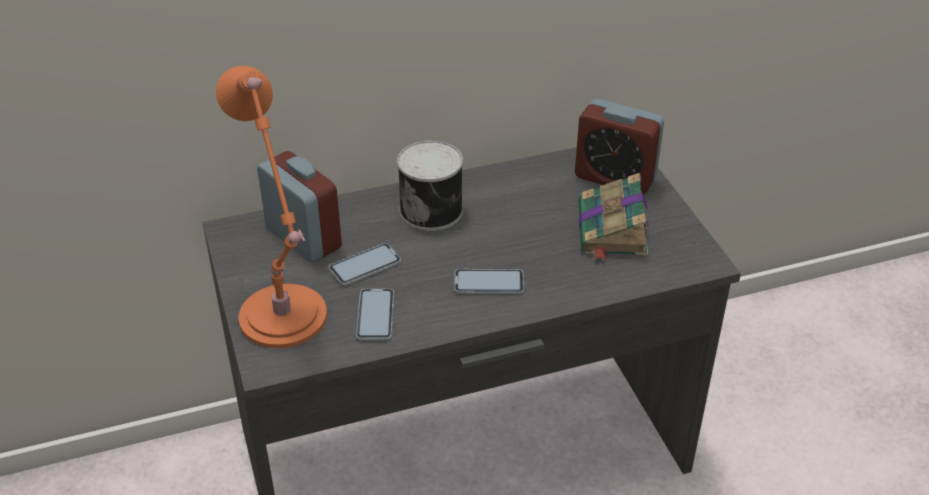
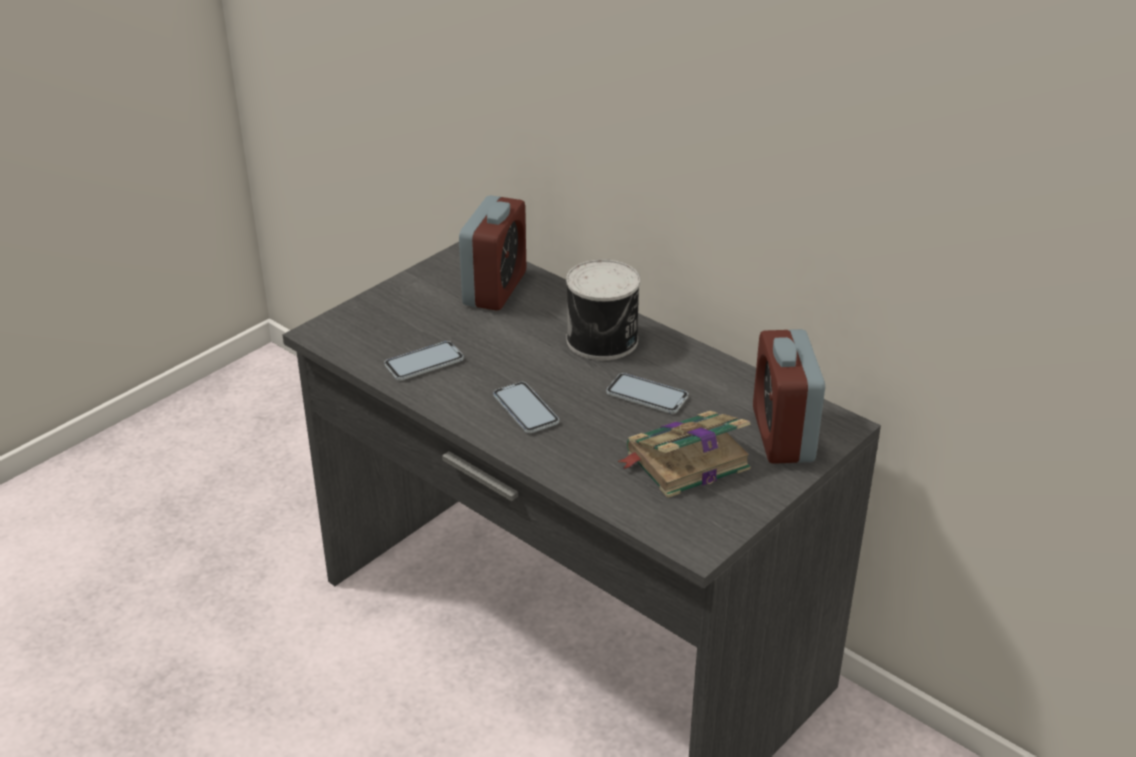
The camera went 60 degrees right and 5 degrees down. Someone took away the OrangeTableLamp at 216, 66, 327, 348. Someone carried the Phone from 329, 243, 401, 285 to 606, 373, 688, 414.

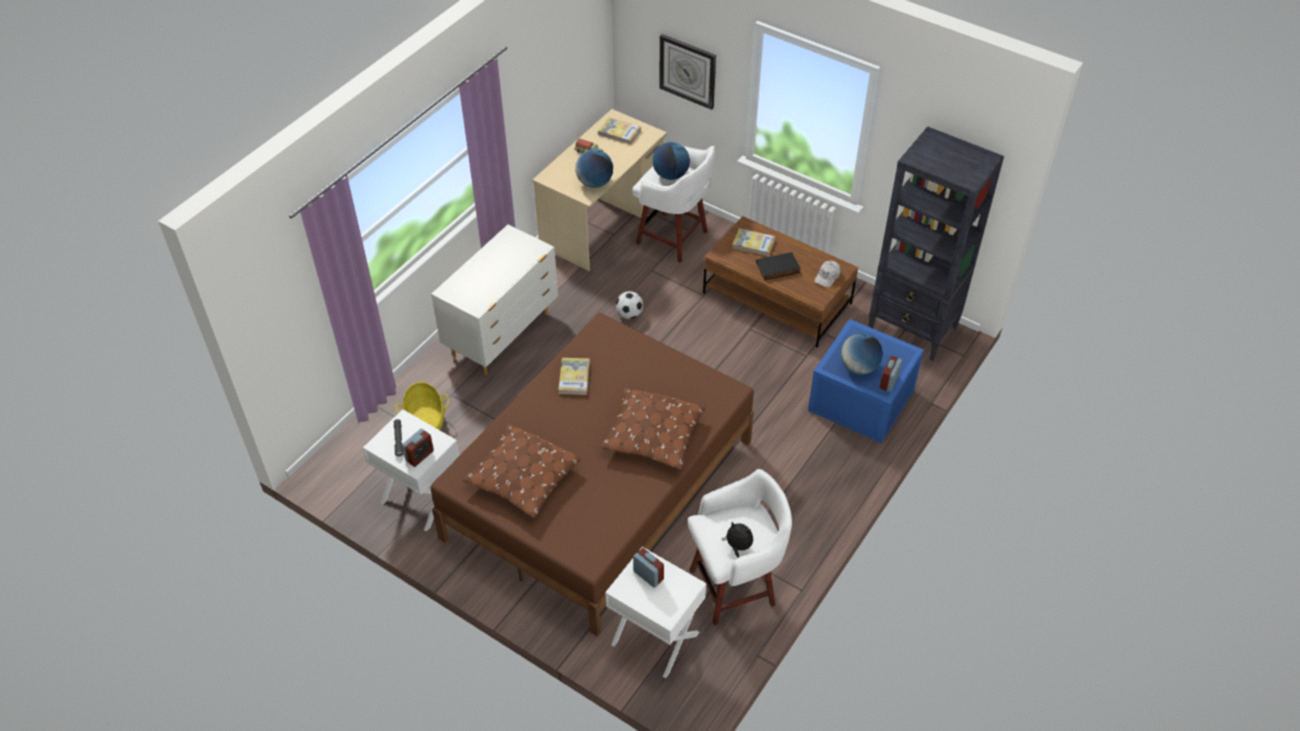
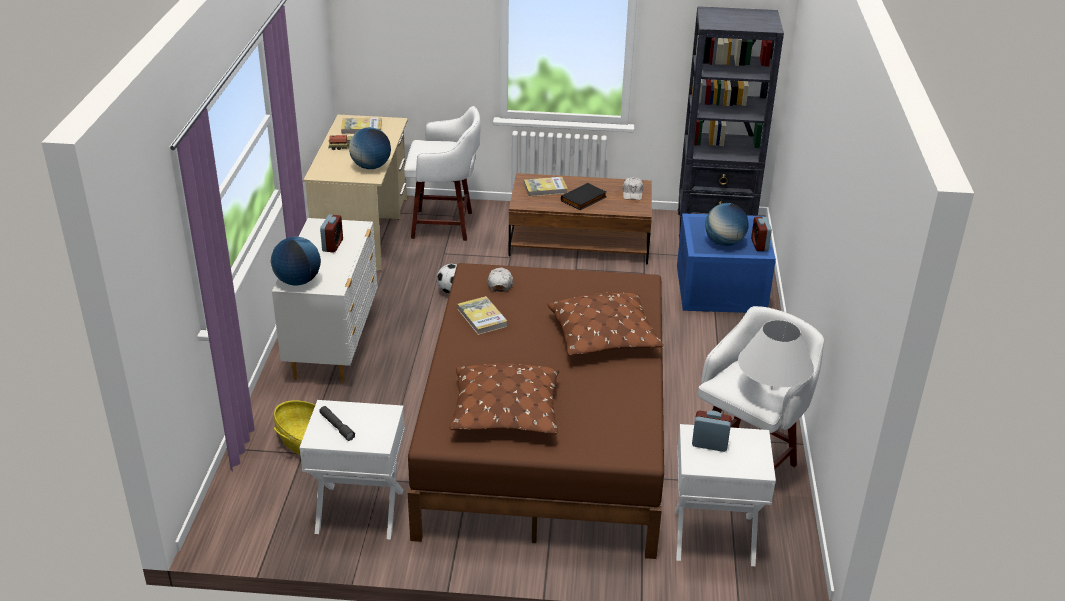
The camera went 30 degrees left and 15 degrees down. Someone took away the WallClock at 659, 34, 716, 110. Someone carried the Globe from 652, 142, 690, 180 to 271, 237, 321, 285. Someone carried the AlarmClock from 402, 429, 434, 467 to 320, 214, 343, 253. Someone swapped the PlushToy at 722, 522, 753, 558 for the WhiteTableLamp at 738, 320, 814, 390. Someone put down the WhiteCap at 488, 268, 513, 292.

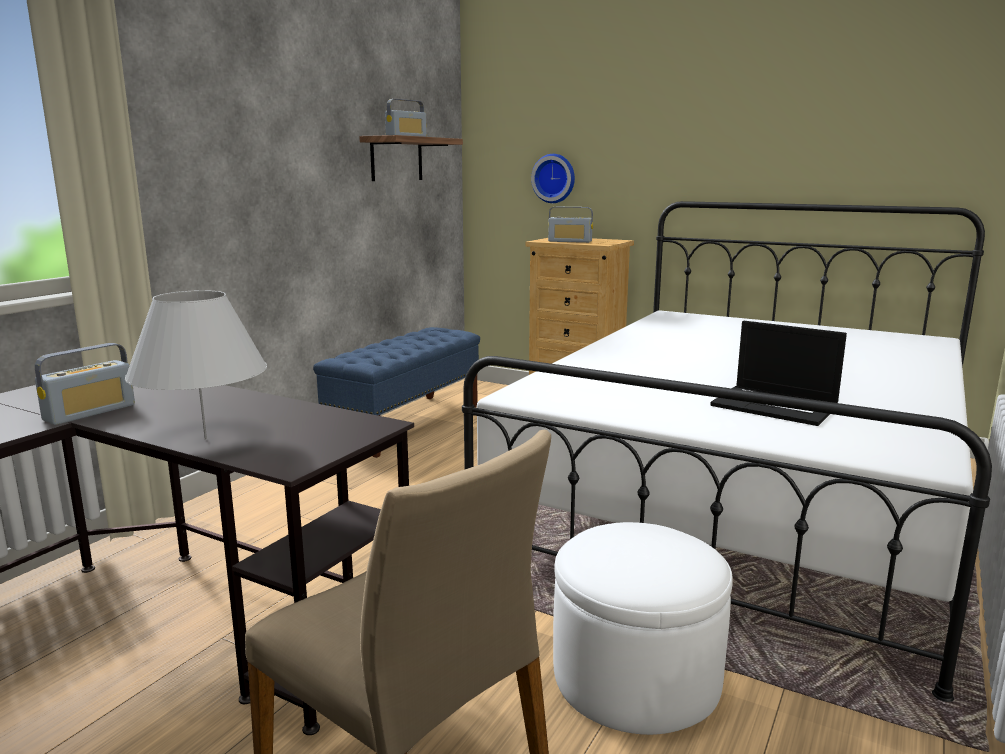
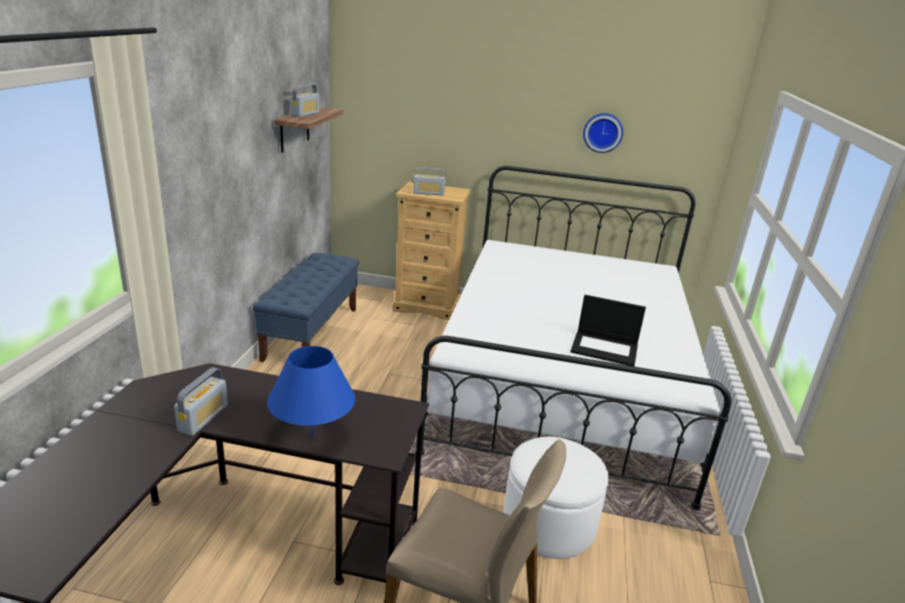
The camera went 20 degrees left and 10 degrees up. Someone carried the WallClock from 531, 154, 575, 203 to 583, 113, 623, 153. Someone repainted the WhiteTableLamp at 125, 290, 267, 440, which became the BlueTableLamp at 267, 346, 355, 438.

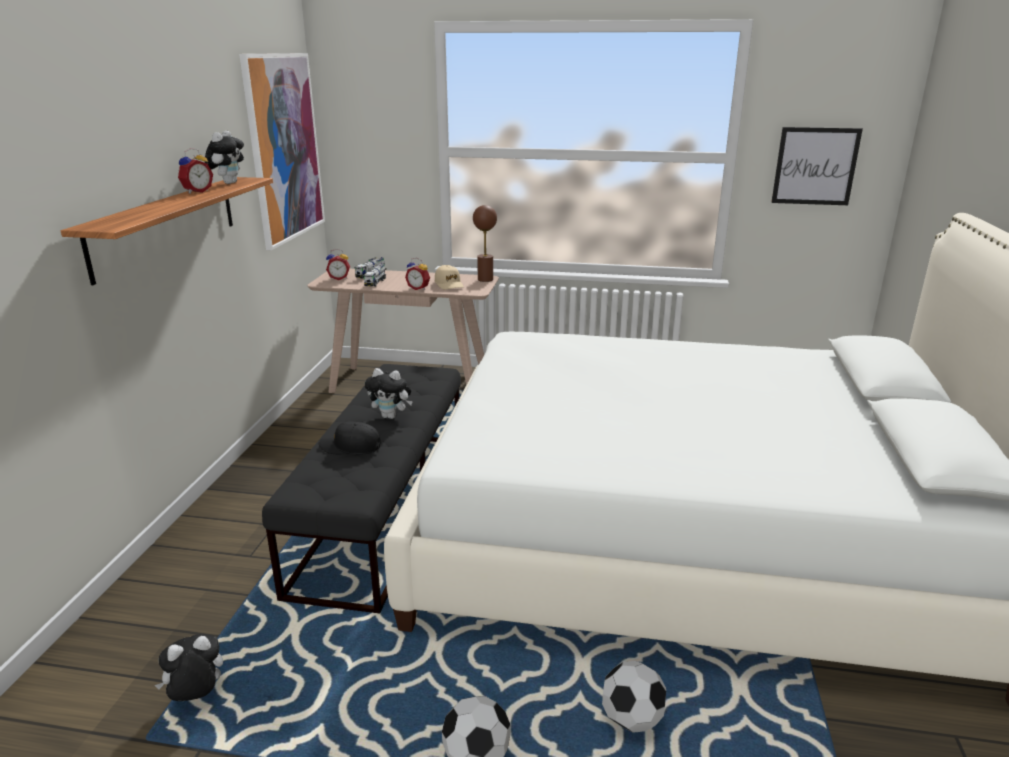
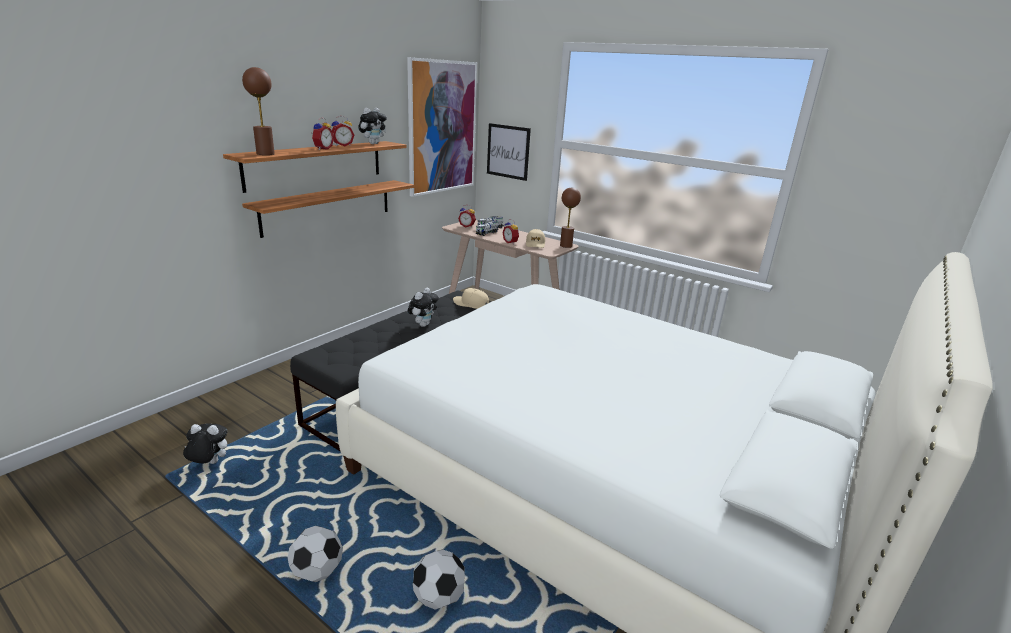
The camera went 25 degrees right and 0 degrees up. Someone carried the Picture from 771, 127, 863, 205 to 487, 123, 531, 181. Someone rotated the PlushToy at 365, 368, 413, 419 by 105 degrees counterclockwise. Someone took away the BlackCap at 319, 421, 381, 454. Someone put down the BrownTableLamp at 242, 67, 275, 155. Someone put down the AlarmClock at 312, 117, 334, 150. Someone put up the Shelf at 242, 180, 414, 238. Someone put down the BeigeCap at 453, 288, 489, 309.

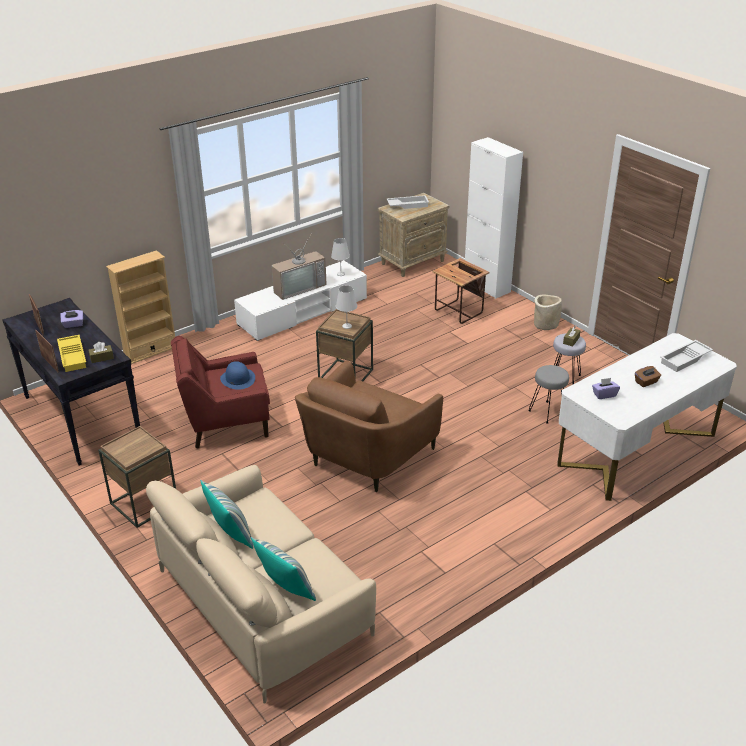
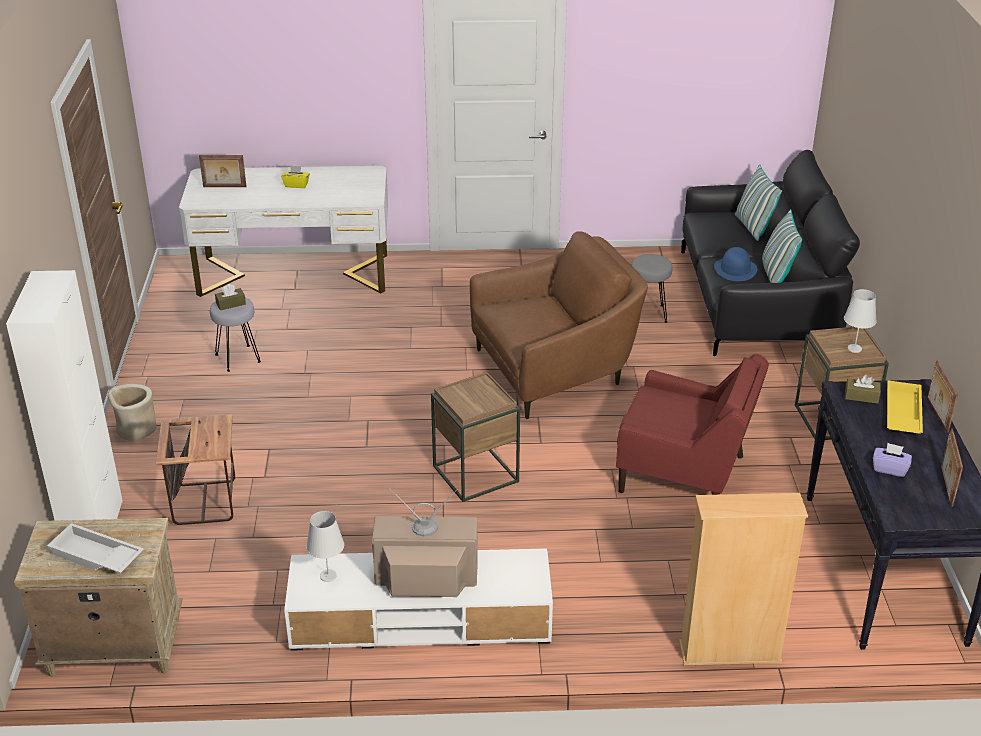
The camera went 145 degrees left and 0 degrees up. Someone carried the WhiteTableLamp from 336, 285, 357, 329 to 844, 289, 877, 353. Someone swapped the WhiteTray at 661, 340, 713, 372 for the PictureFrame at 199, 155, 247, 187. Someone carried the BlueHat from 220, 361, 255, 390 to 714, 247, 757, 281. Someone carried the GreyStool from 528, 365, 569, 424 to 631, 254, 672, 323. Someone repainted the BrownTissueBox at 635, 366, 661, 387, which became the YellowTissueBox at 281, 165, 310, 188. Someone took away the PurpleTissueBox at 592, 378, 620, 399. Someone repainted the BeigeSofa at 146, 465, 376, 704, which became the BlackSofa at 681, 150, 860, 356.

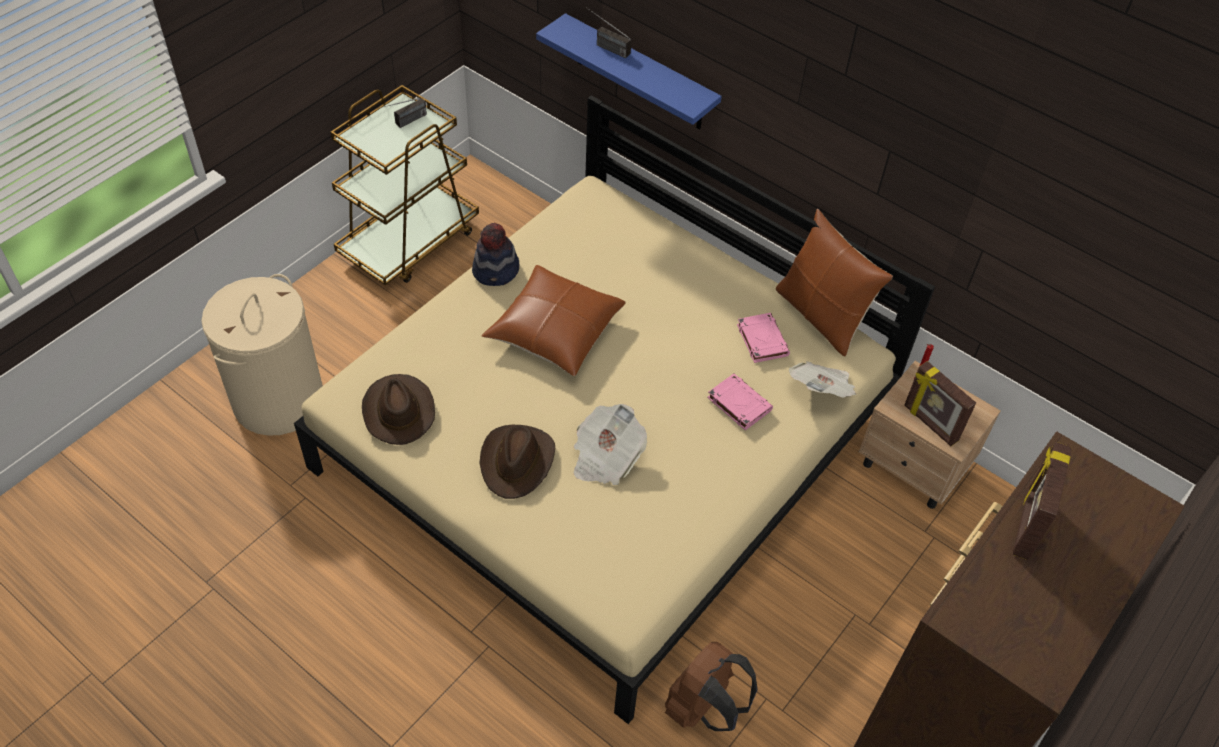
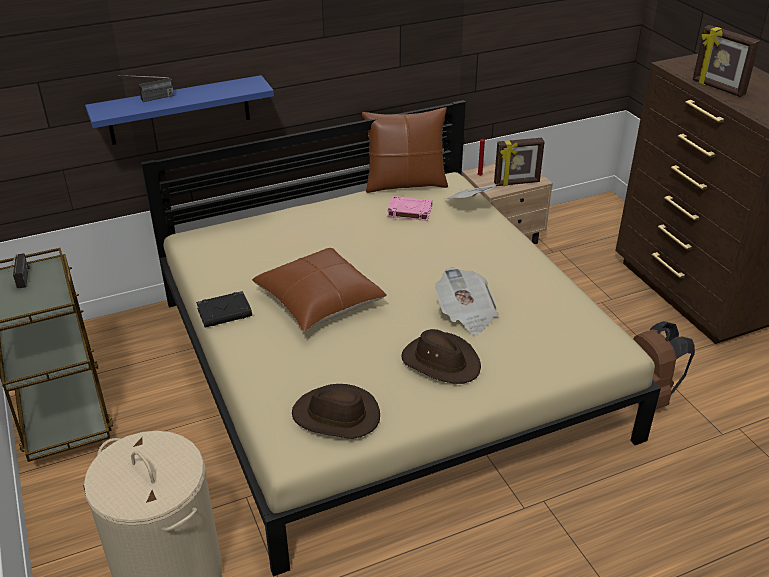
The camera went 60 degrees left and 15 degrees down. Someone swapped the Hat at 472, 223, 519, 286 for the BlackBook at 196, 291, 252, 327. Someone took away the PinkBook at 707, 374, 773, 430.

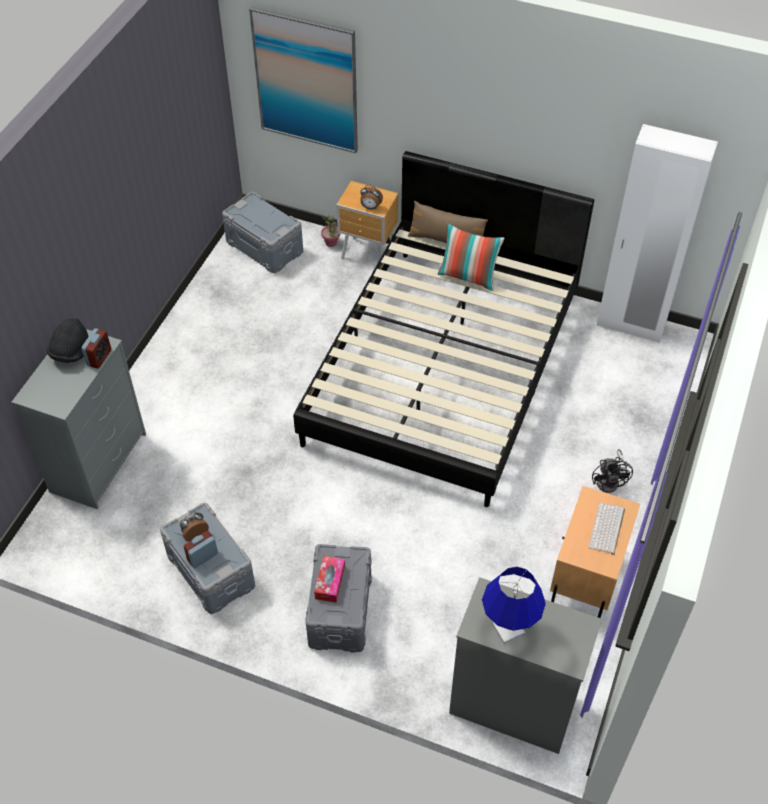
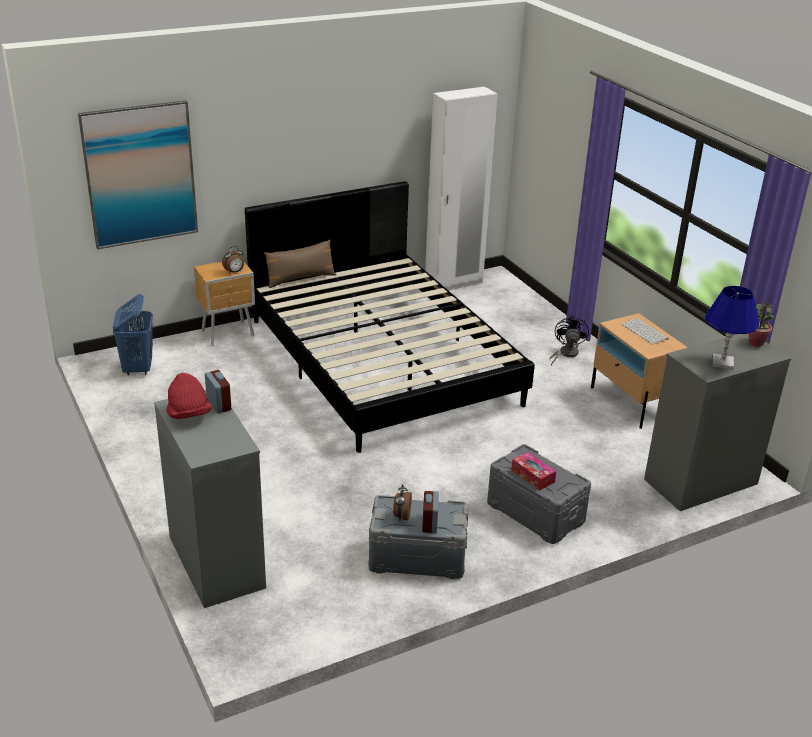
The camera went 50 degrees left and 20 degrees down. Someone swapped the GreyStorageBox at 222, 192, 303, 273 for the BlueLaundryBasket at 113, 294, 153, 375. Someone carried the PottedPlant from 321, 215, 340, 247 to 749, 301, 774, 346. Someone took away the Pillow at 438, 223, 505, 291. Someone repainted the BlackHat at 46, 318, 89, 363, which became the RedHat at 166, 373, 212, 419. Someone rotated the BlackFan at 592, 449, 633, 493 by 120 degrees counterclockwise.

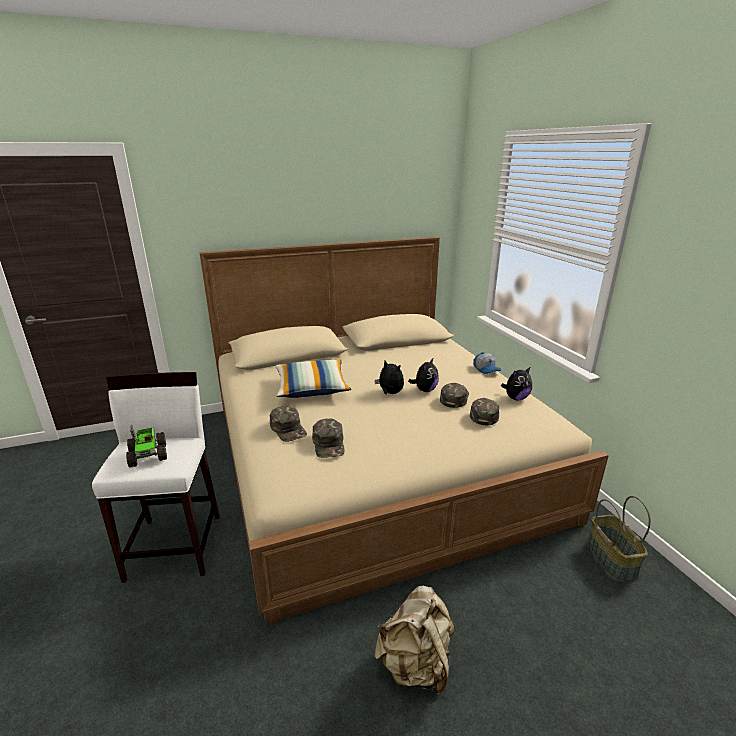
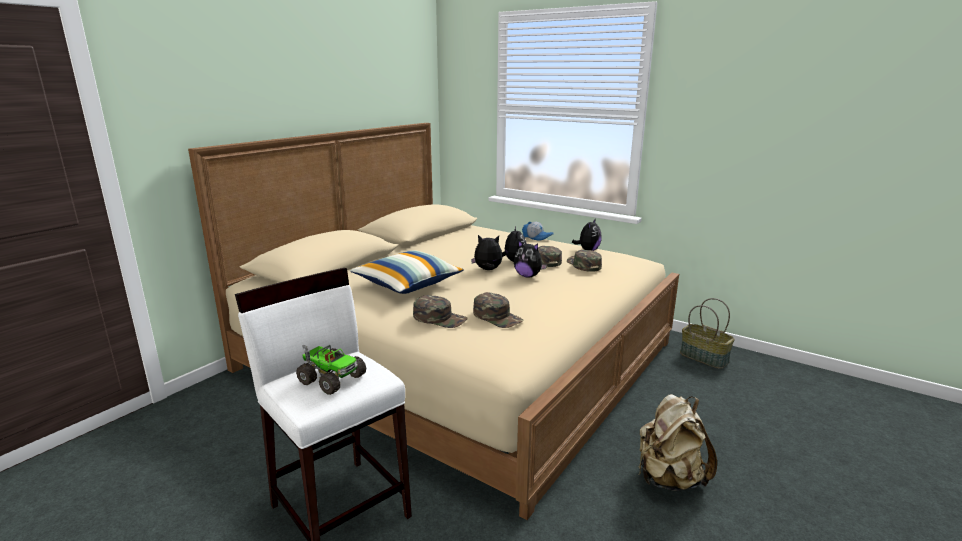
The camera went 35 degrees left and 5 degrees down. Someone put down the PlushToy at 514, 240, 547, 277.

